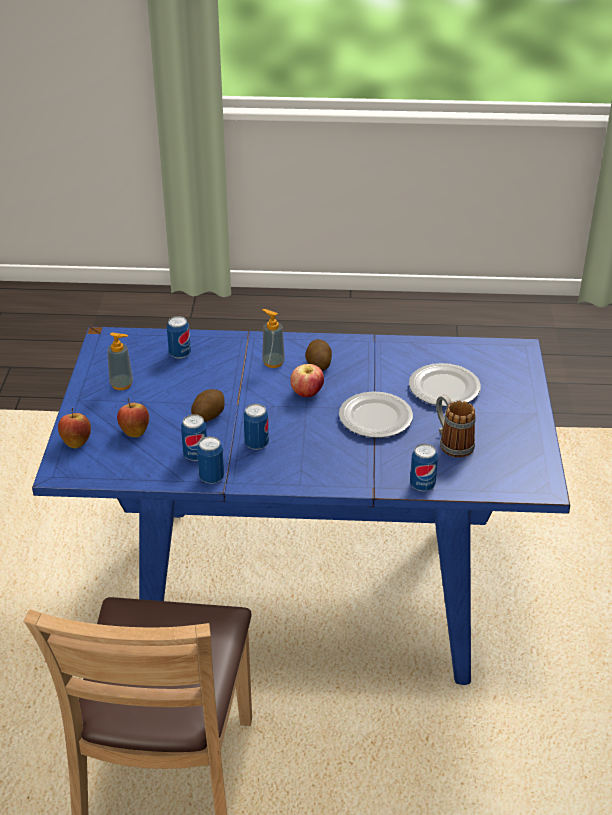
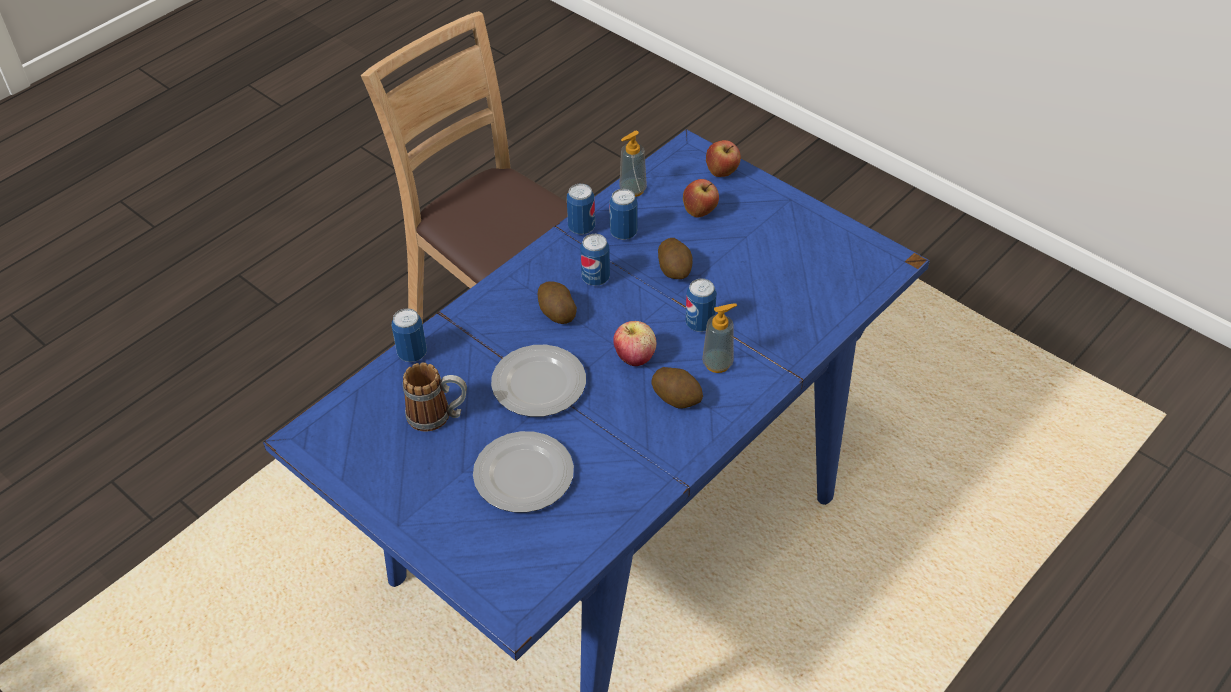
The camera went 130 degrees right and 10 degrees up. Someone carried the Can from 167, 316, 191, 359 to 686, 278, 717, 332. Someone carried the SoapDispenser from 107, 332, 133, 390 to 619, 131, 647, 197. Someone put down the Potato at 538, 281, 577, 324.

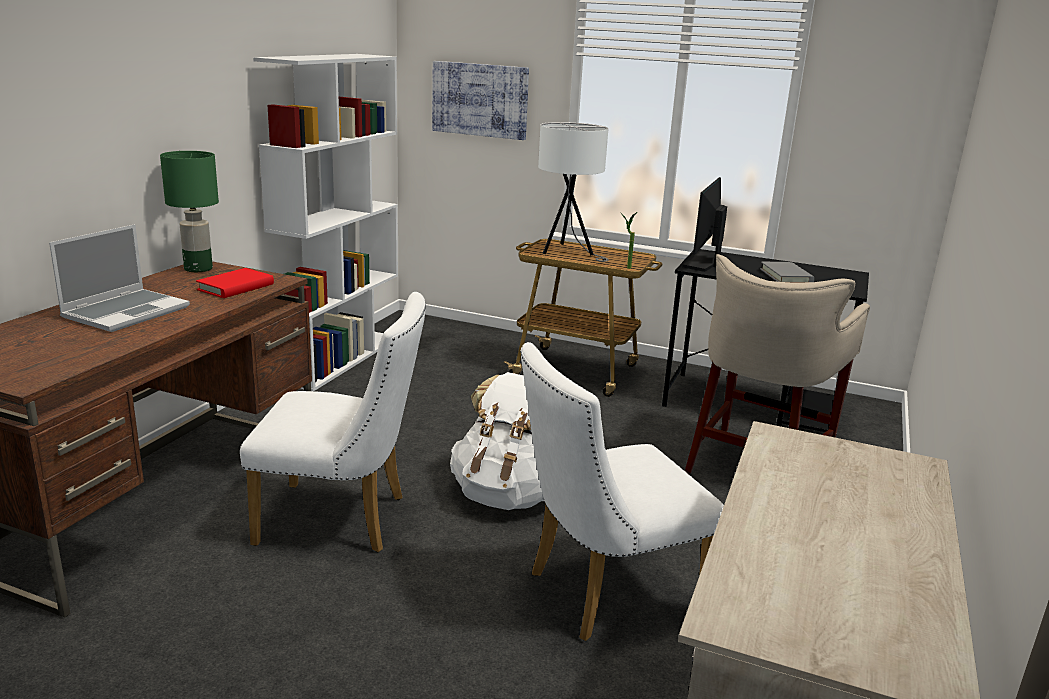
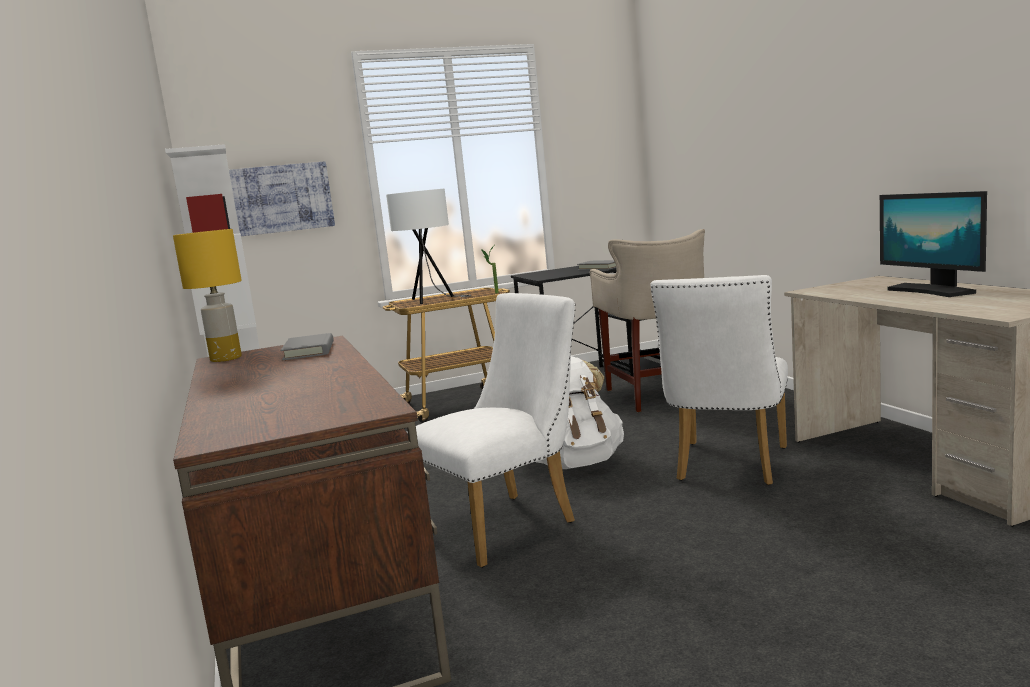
The camera went 40 degrees left and 10 degrees down. Someone repainted the GreenTableLamp at 160, 151, 219, 272, which became the YellowTableLamp at 173, 229, 242, 362. Someone carried the Monitor from 682, 177, 727, 272 to 880, 191, 987, 297. Someone took away the Laptop at 49, 224, 190, 332. Someone repainted the RedBook at 196, 268, 274, 298, which became the GreyBook at 280, 333, 334, 360.

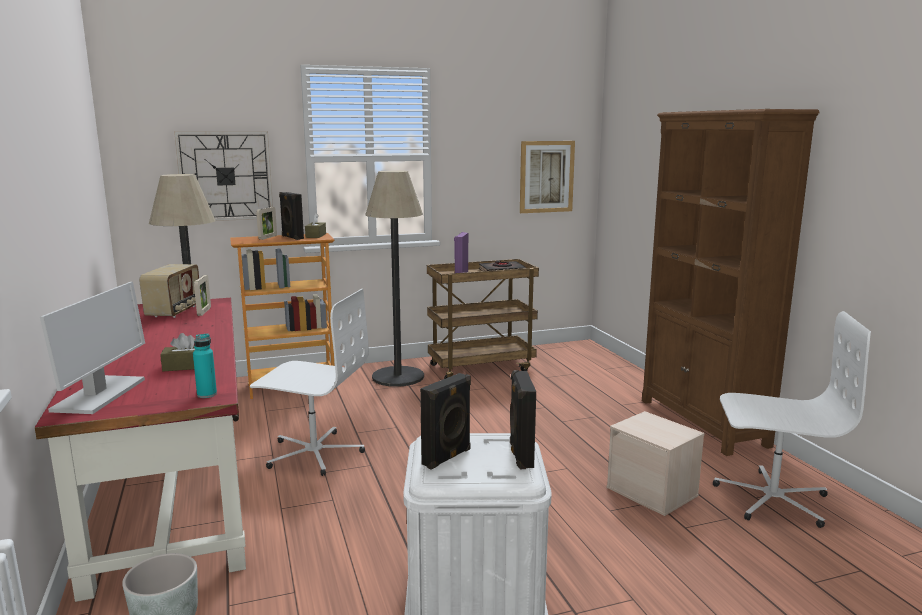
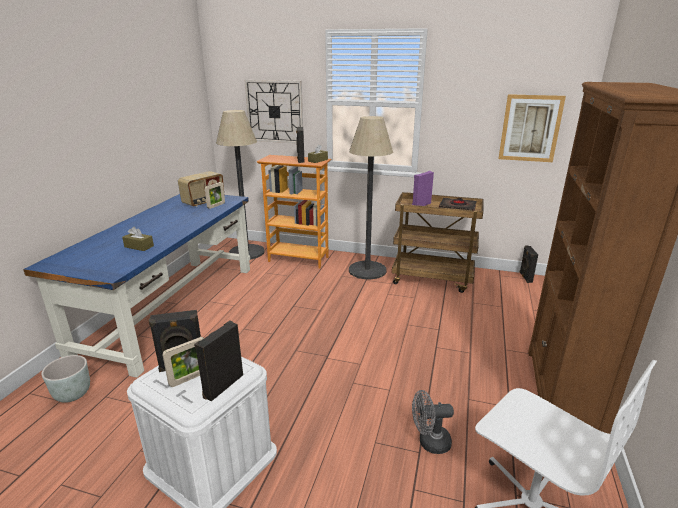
The camera went 35 degrees right and 10 degrees up. Someone carried the PictureFrame from 256, 207, 277, 240 to 162, 337, 204, 387. Someone took away the Monitor at 40, 282, 145, 414. Someone took away the WhiteOfficeChair at 250, 289, 369, 476. Someone repainted the RedDesk at 35, 298, 246, 602, which became the BlueDesk at 23, 194, 250, 378. Someone took away the TurquoiseBottle at 193, 334, 217, 398. Someone swapped the BeigeStorageBox at 606, 411, 705, 516 for the GreyFan at 412, 390, 454, 454. Someone put down the BlackSpeaker at 520, 245, 538, 283.

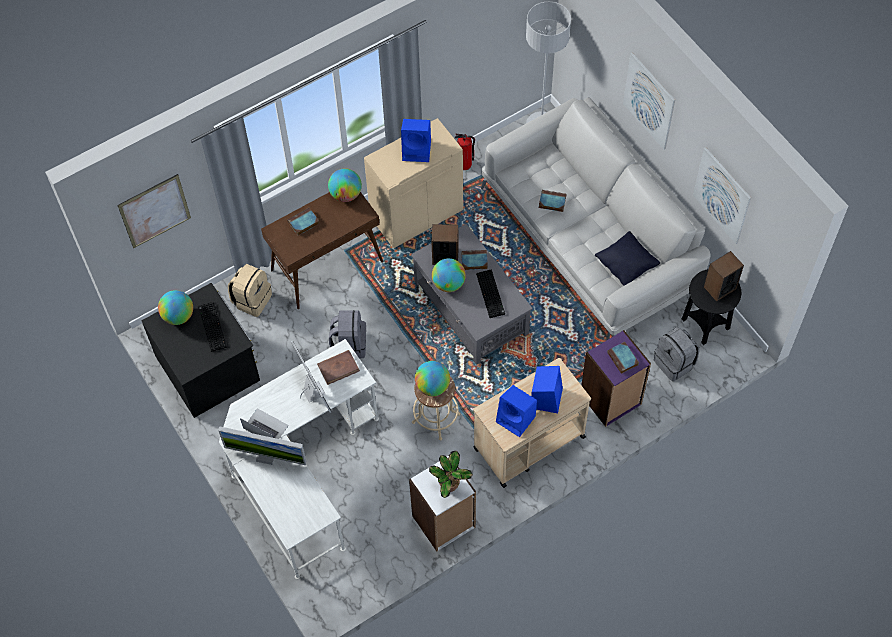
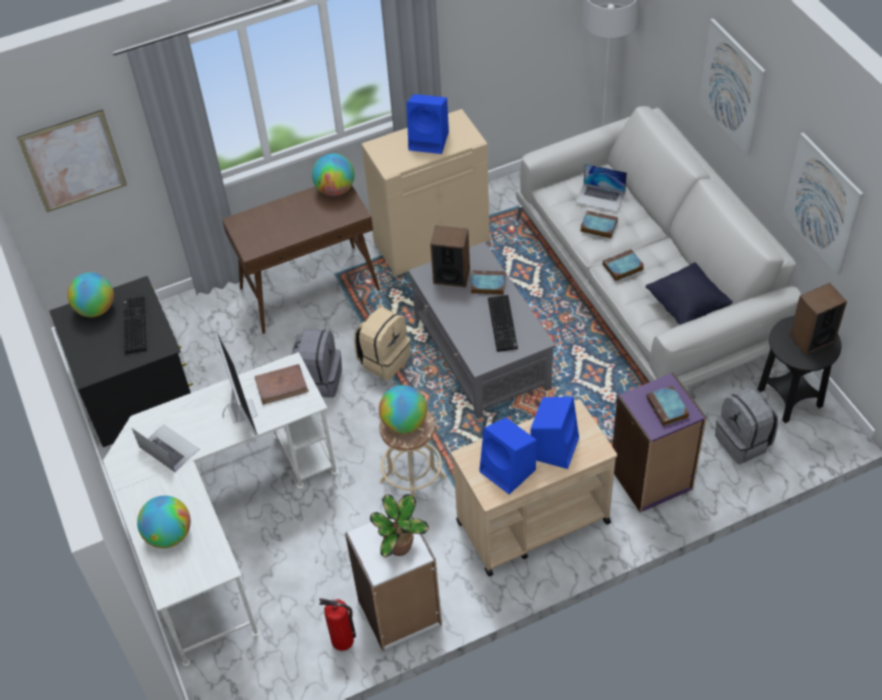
The camera went 10 degrees right and 10 degrees down. Someone carried the FireExtinguisher from 455, 134, 475, 170 to 319, 598, 356, 651. Someone carried the Book from 287, 208, 320, 236 to 603, 249, 644, 281. Someone carried the Globe from 432, 258, 466, 292 to 137, 496, 191, 548. Someone carried the BeigeBackpack from 228, 264, 272, 317 to 354, 307, 411, 380. Someone took away the Monitor at 218, 426, 306, 465. Someone put down the Laptop at 576, 164, 627, 212.

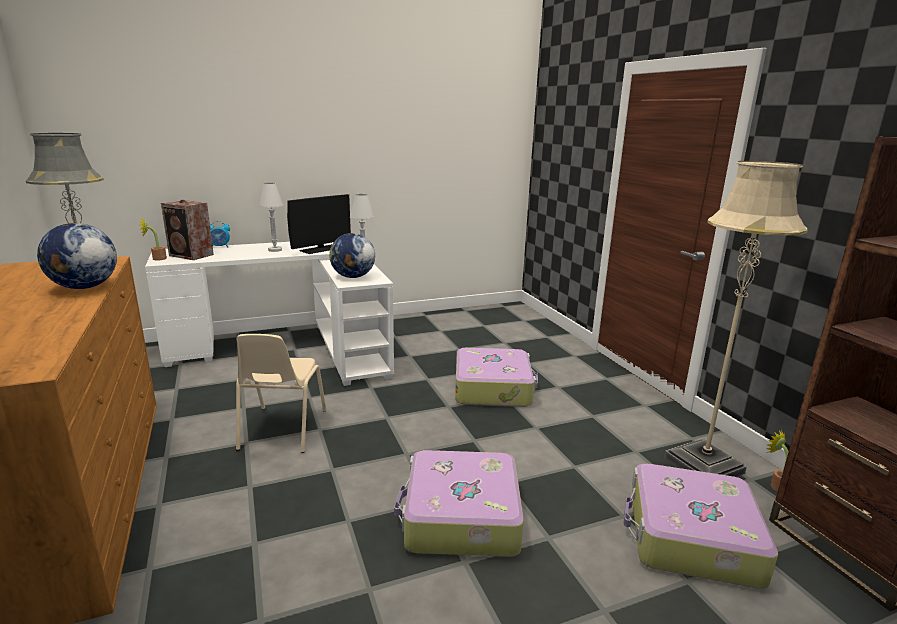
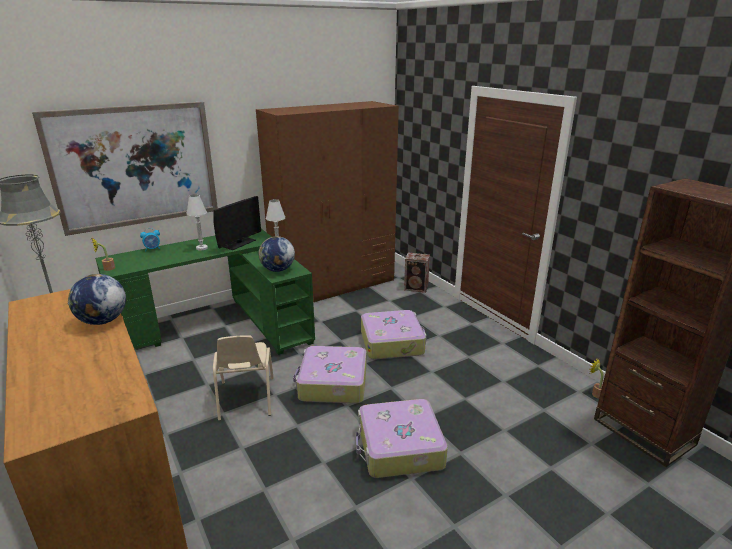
The camera went 10 degrees left and 5 degrees up. Someone took away the BeigeFloorLamp at 664, 161, 808, 477. Someone carried the Speaker from 161, 200, 214, 260 to 404, 253, 430, 293. Someone repainted the WhiteDesk at 145, 242, 394, 386, which became the GreenDesk at 95, 229, 315, 355. Someone carried the Suitcase from 624, 464, 778, 589 to 293, 346, 367, 403. Someone put down the BrownWardrobe at 256, 101, 399, 302. Someone put up the Picture at 32, 102, 218, 236.

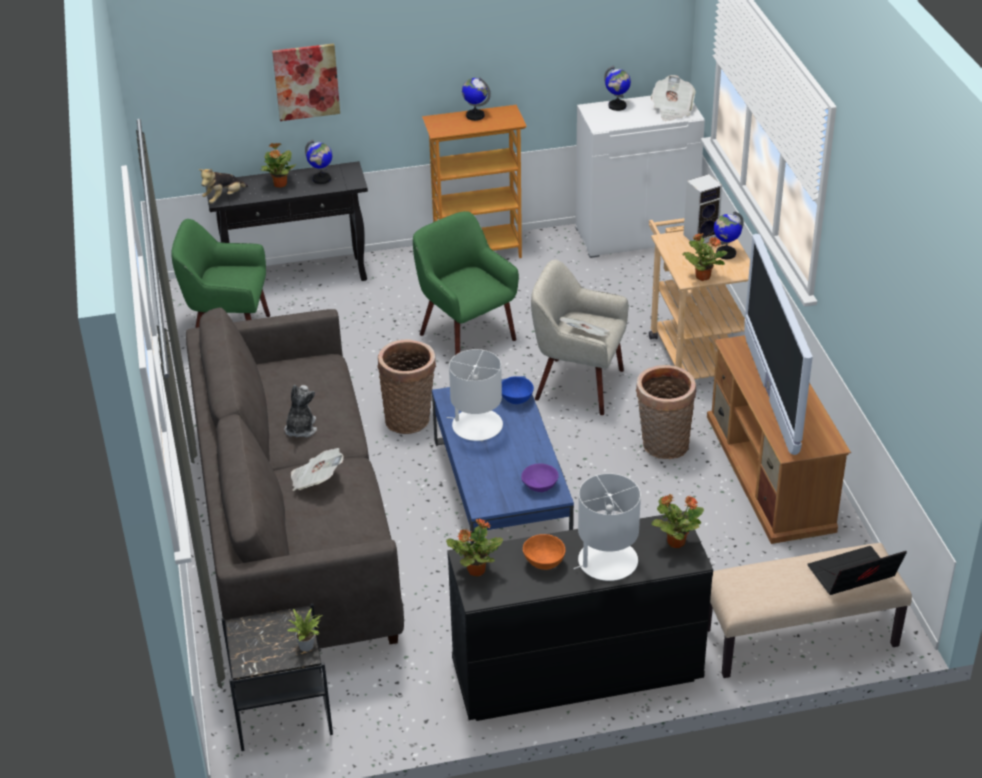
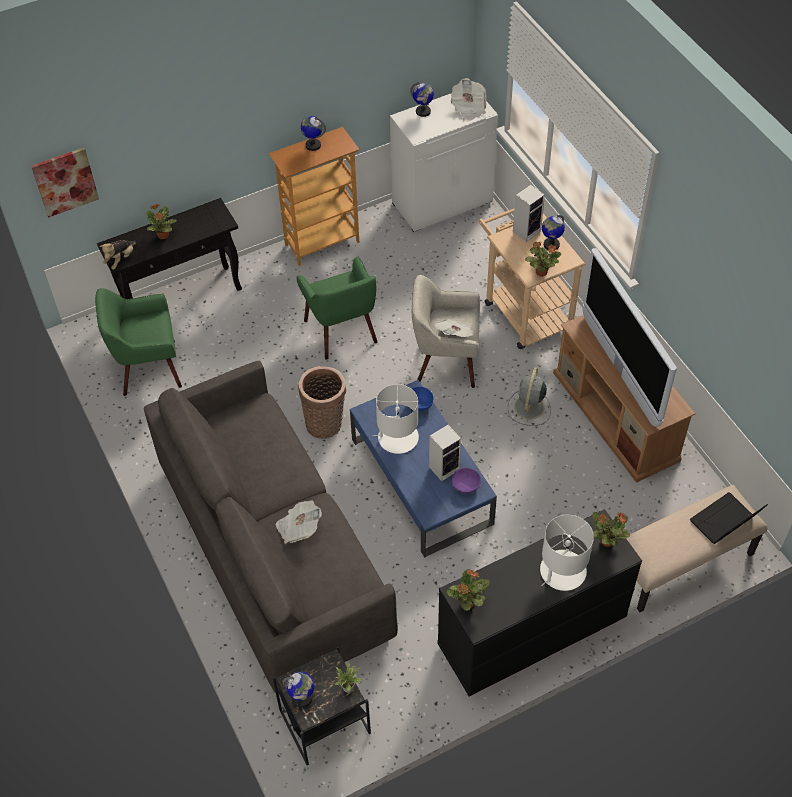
The camera went 15 degrees left and 15 degrees up. Someone carried the Picture from 272, 43, 340, 121 to 31, 147, 99, 218. Someone carried the Globe from 305, 140, 332, 184 to 282, 672, 314, 707. Someone rotated the GreenArmchair at 413, 211, 519, 355 by 150 degrees counterclockwise. Someone swapped the Basket at 636, 365, 696, 459 for the GreyFan at 508, 367, 551, 426. Someone took away the PlushToy at 285, 385, 317, 437. Someone took away the OrangeBowl at 523, 534, 565, 570. Someone put down the Speaker at 429, 424, 461, 481.

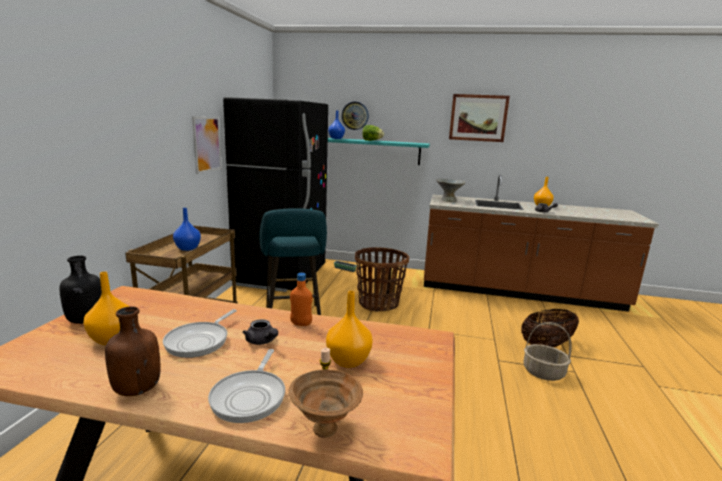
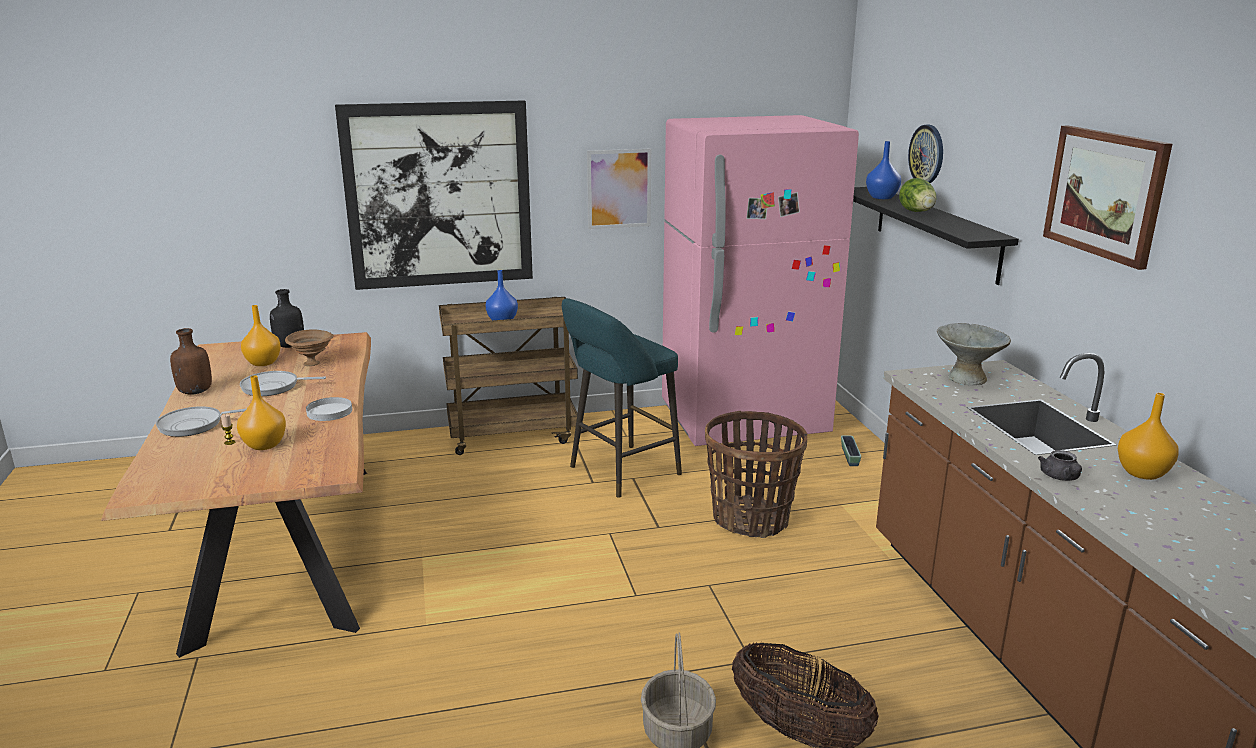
The camera went 65 degrees right and 5 degrees up. Someone repainted the BlackFridge at 223, 97, 328, 292, which became the PinkFridge at 662, 115, 859, 446. Someone repainted the TurquoiseShelf at 328, 138, 430, 165, which became the BlackShelf at 853, 187, 1019, 285. Someone swapped the OrangeBottle at 290, 273, 312, 326 for the WhitePlate at 306, 397, 352, 421. Someone took away the GreyTeapot at 243, 319, 278, 345. Someone carried the BrownBowl from 288, 370, 363, 438 to 285, 330, 334, 366. Someone put up the Picture at 335, 100, 533, 290.

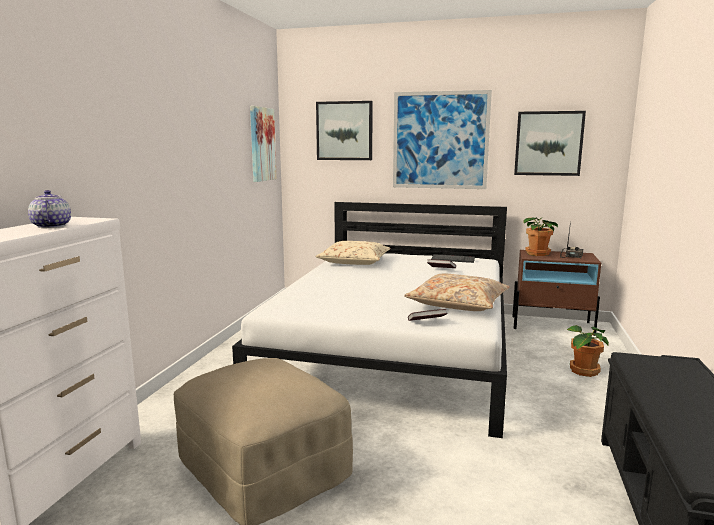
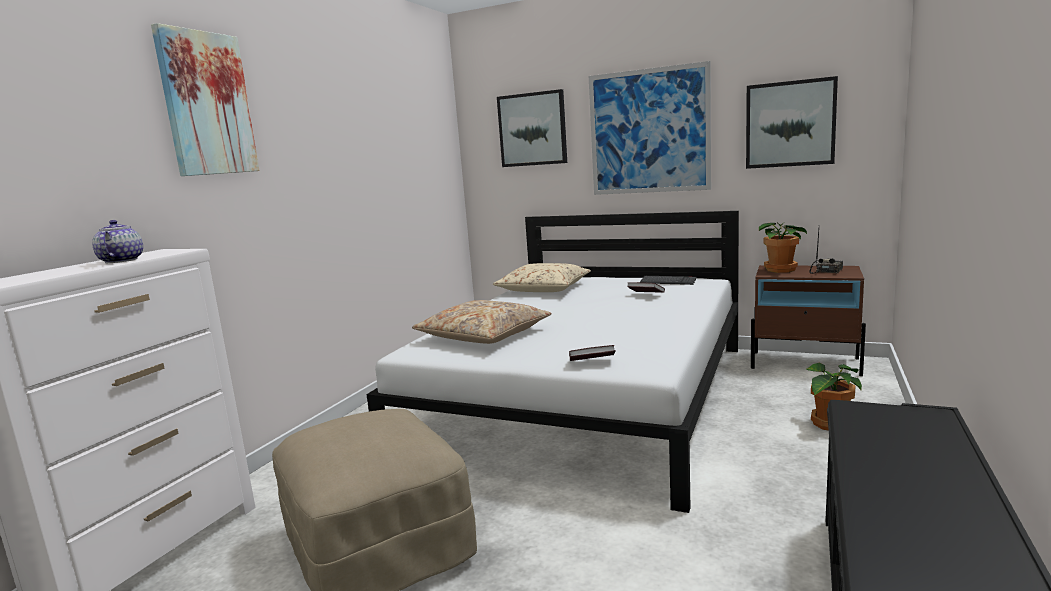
The camera went 10 degrees right and 0 degrees up. Someone carried the Picture from 250, 106, 277, 182 to 151, 23, 259, 176. Someone carried the BeigePillow from 404, 274, 510, 311 to 412, 300, 551, 344.

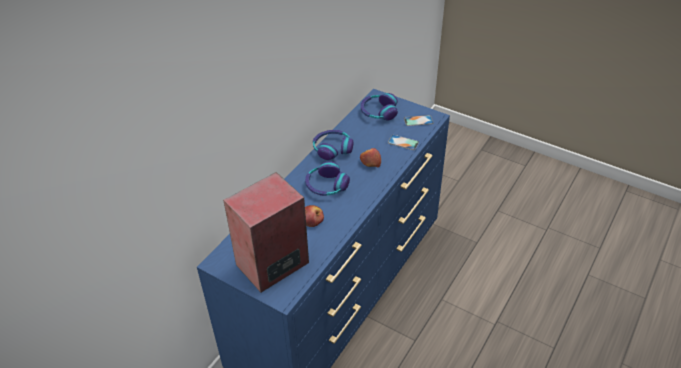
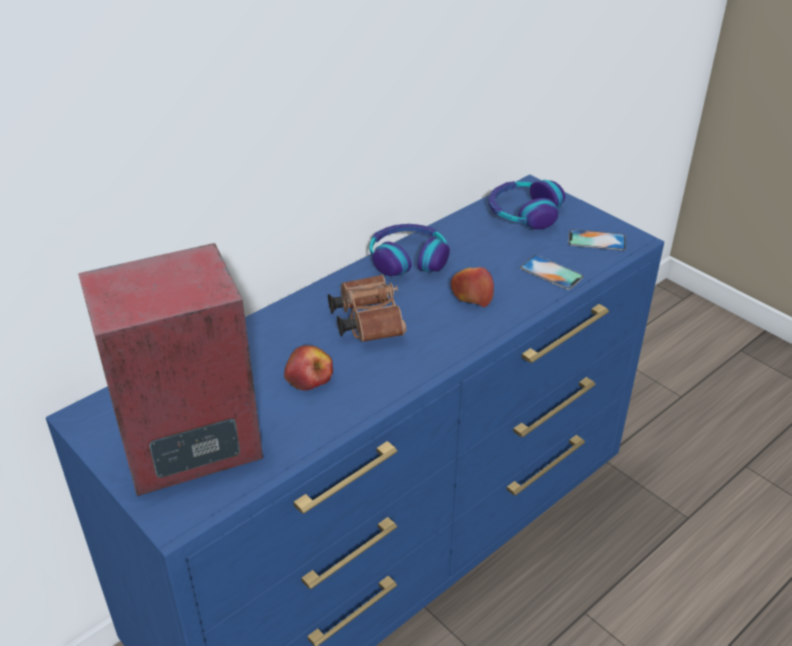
The camera went 15 degrees right and 5 degrees down. Someone swapped the Headphones at 305, 161, 350, 196 for the BrownBinoculars at 328, 274, 406, 342.

